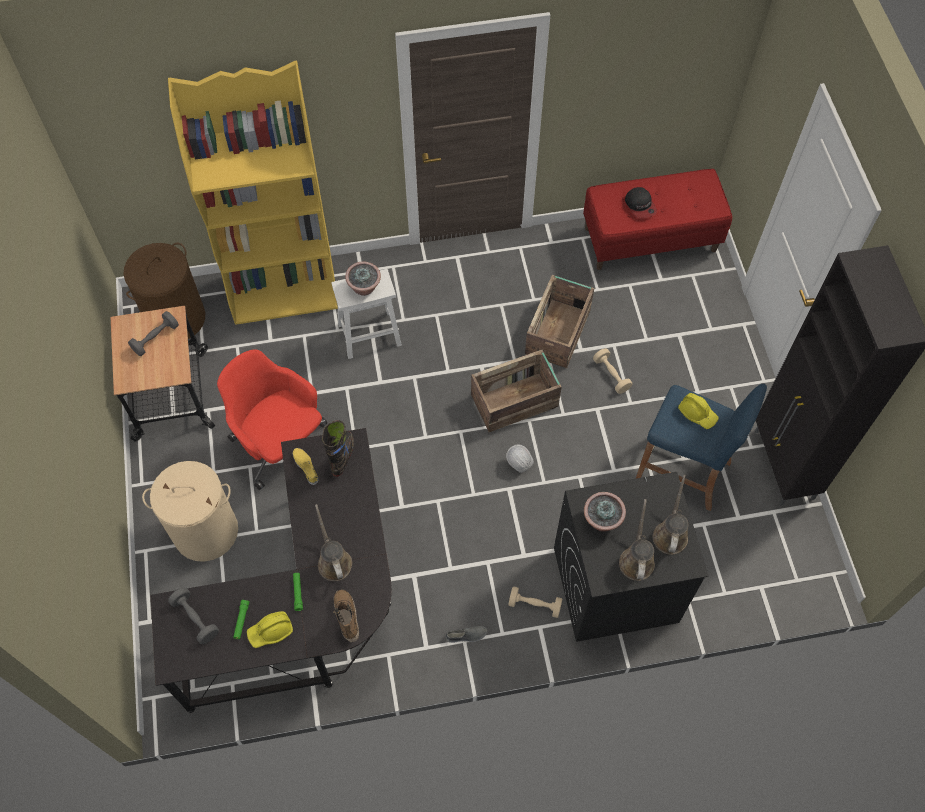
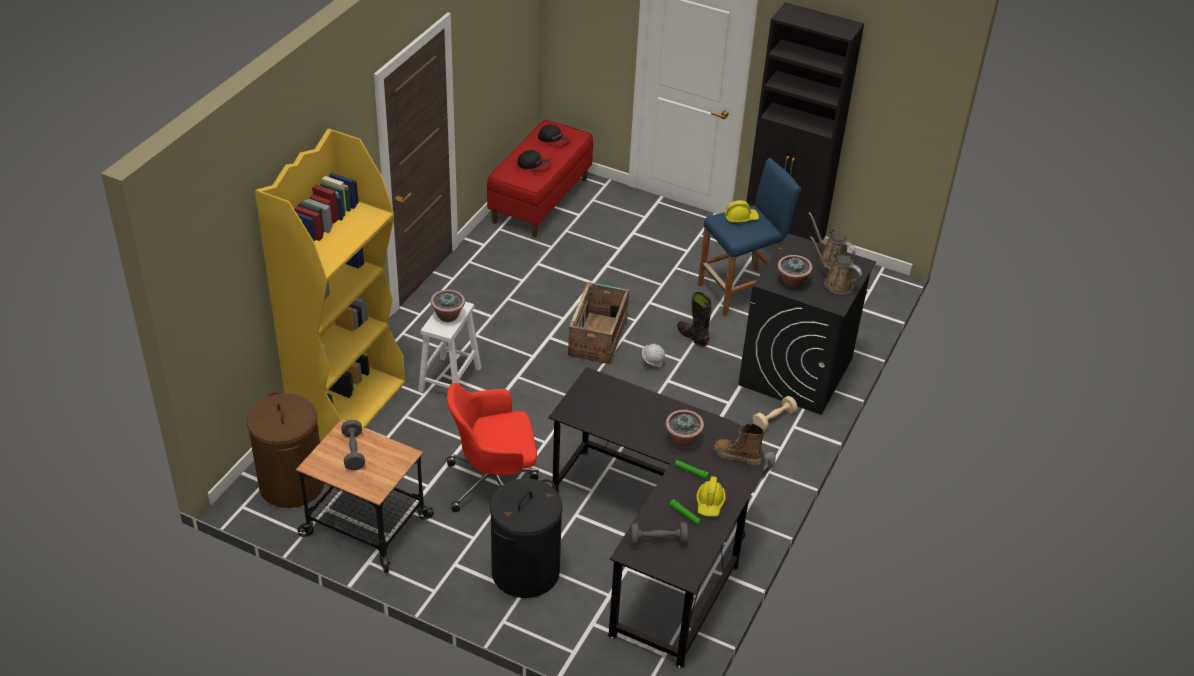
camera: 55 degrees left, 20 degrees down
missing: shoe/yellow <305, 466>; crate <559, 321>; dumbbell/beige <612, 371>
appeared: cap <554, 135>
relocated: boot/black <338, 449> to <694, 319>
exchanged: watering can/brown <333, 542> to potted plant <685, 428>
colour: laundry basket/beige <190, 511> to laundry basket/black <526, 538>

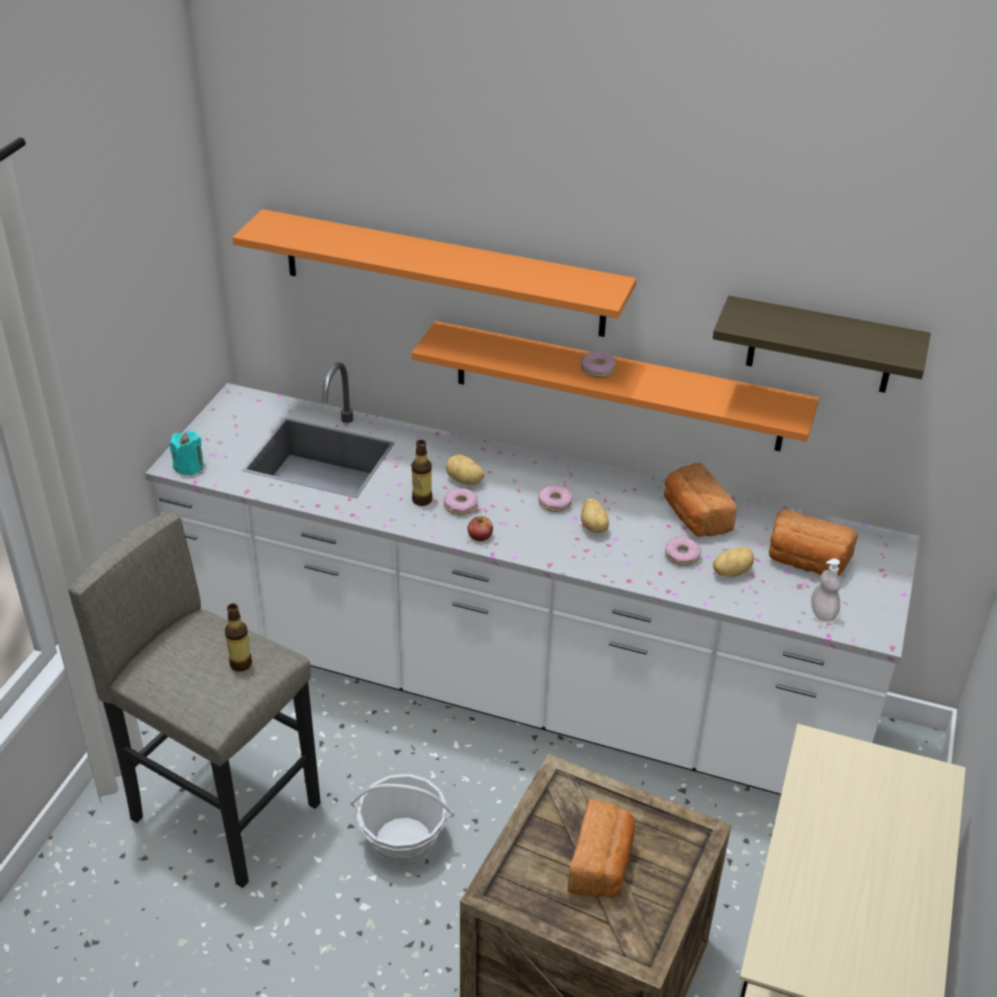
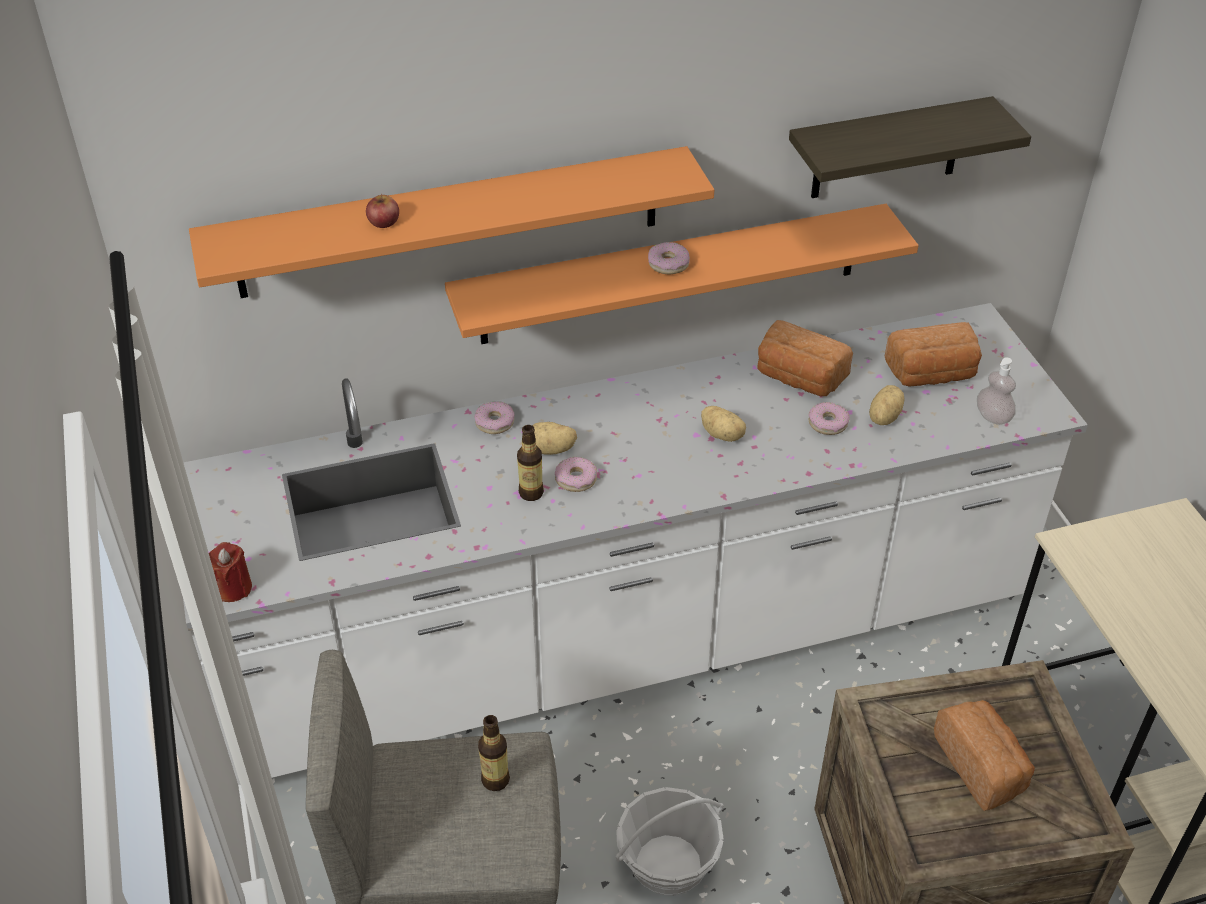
camera: 35 degrees left, 5 degrees up
relocated: apple <480, 528> to <382, 211>; donut <555, 498> to <494, 417>
colour: candle/turquoise <187, 453> to candle/red <230, 572>

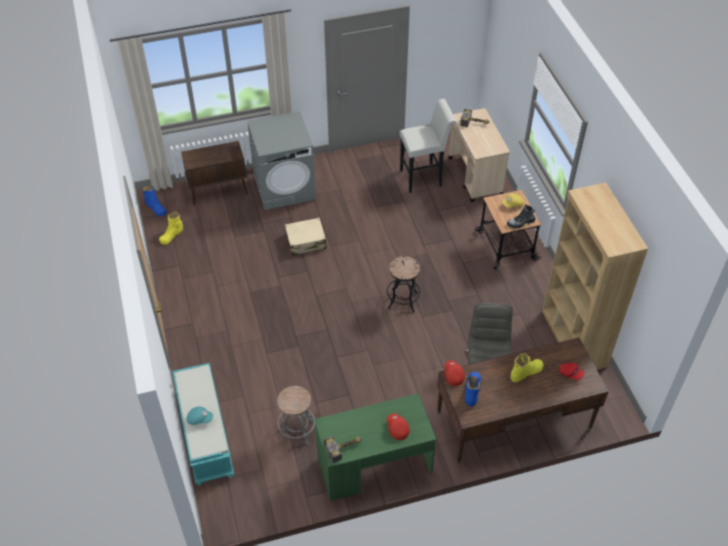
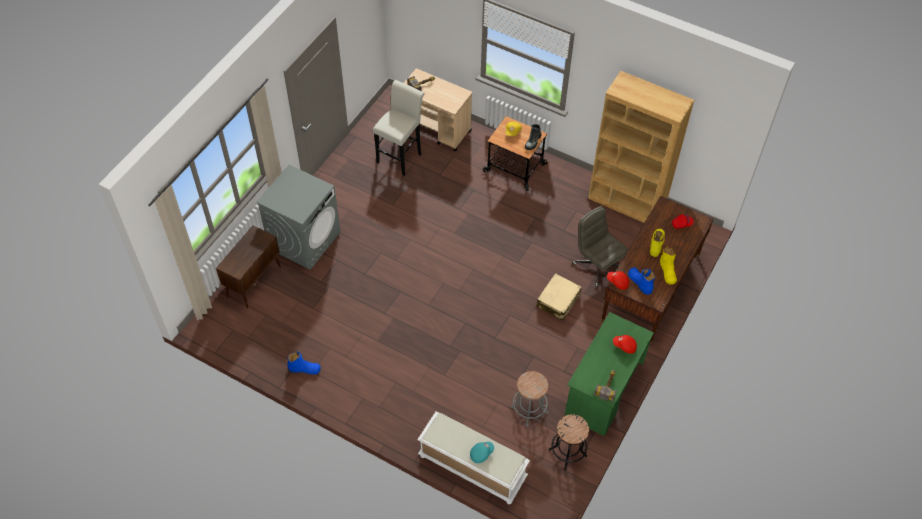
camera: 45 degrees left, 5 degrees up
relocated: boot/blue <154, 201> to <304, 362>; suitcase/beige <306, 236> to <559, 297>; stool/black <403, 284> to <569, 442>; boot/yellow <171, 228> to <668, 265>
colour: bench/turquoise <203, 424> to bench/white <473, 457>

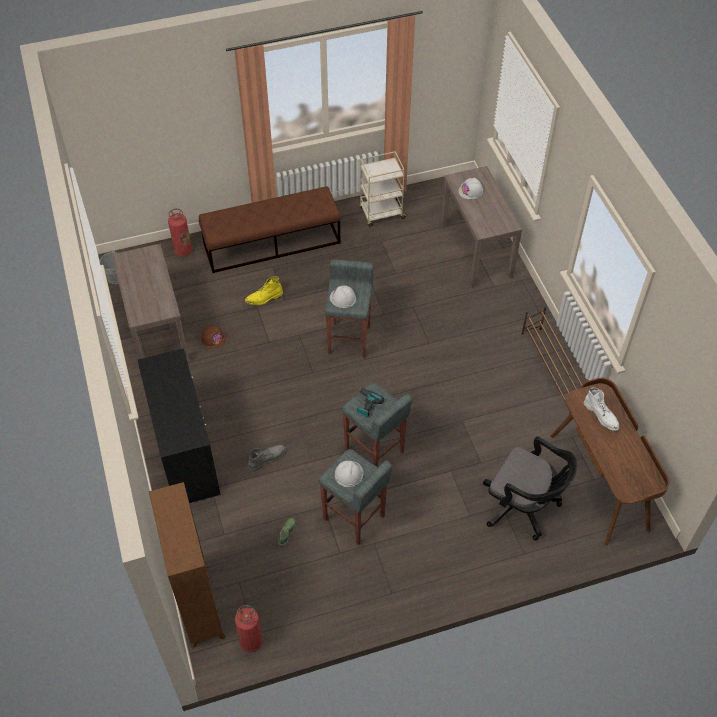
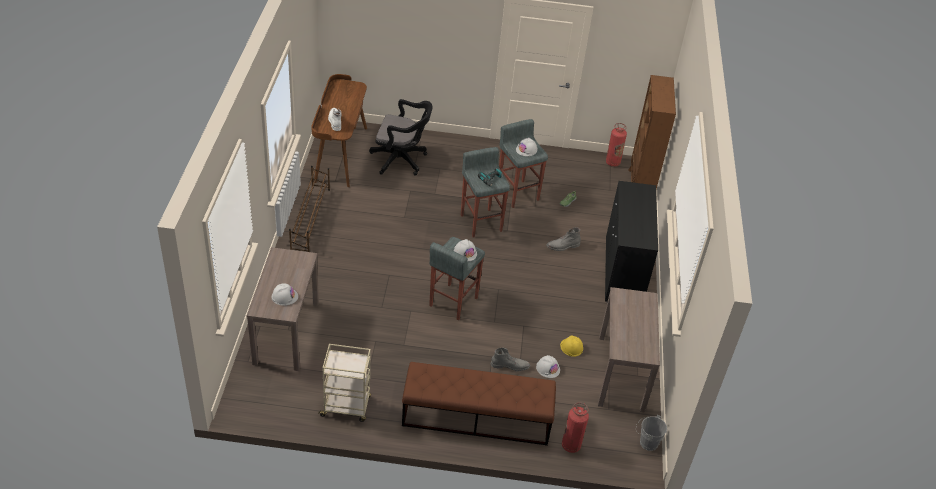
camera: 160 degrees left, 10 degrees down
appeared: hard hat/white <548, 366>
colour: boot/yellow <264, 290> to boot/grey <510, 359>; hard hat/brown <213, 336> to hard hat/yellow <571, 346>
spun: office chair/black <530, 488> = <401, 137> 135 degrees clockwise

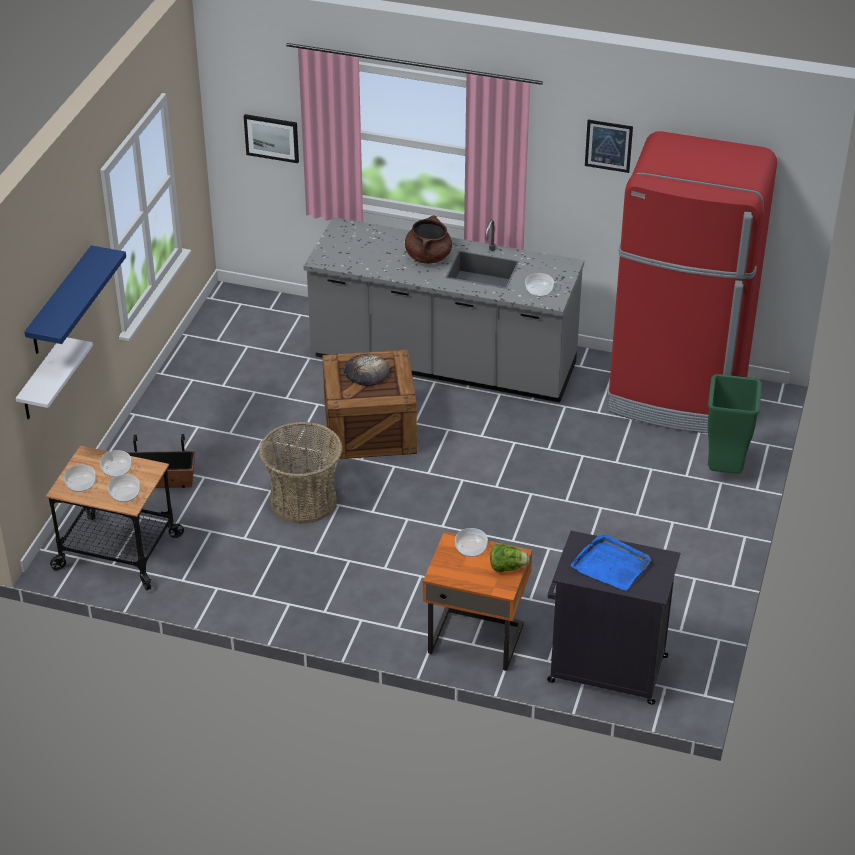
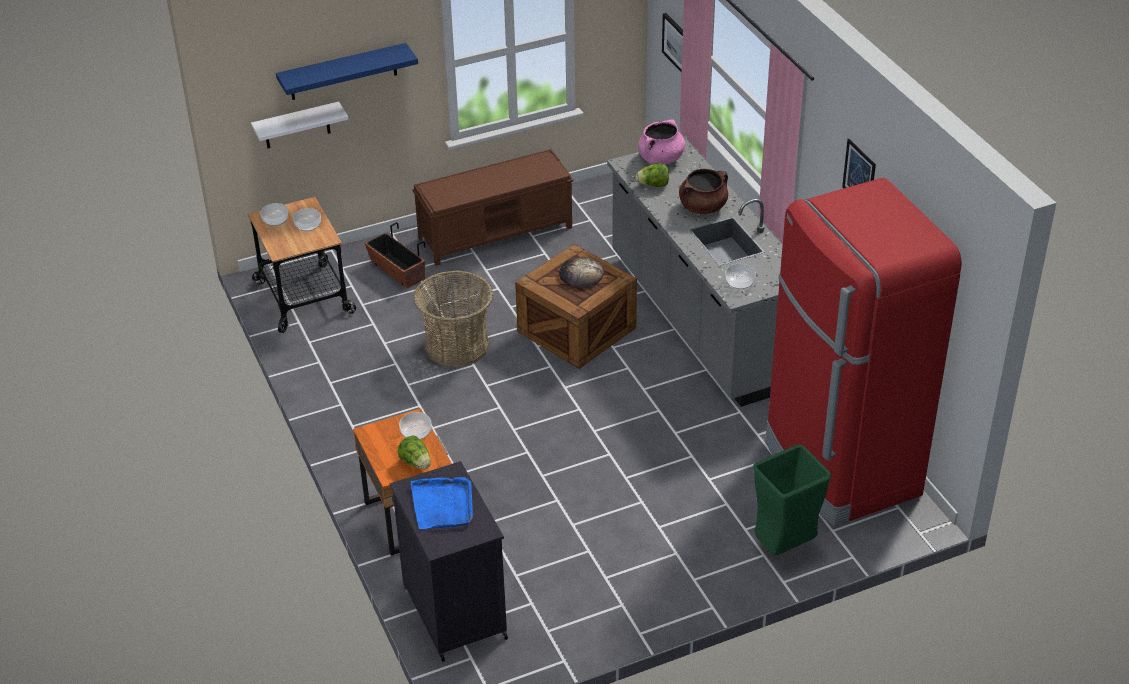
camera: 50 degrees right, 0 degrees up
missing: bowl <124, 488>
appeared: bench/brown <492, 207>; lettuce <652, 175>; cooking pot/pink <661, 142>

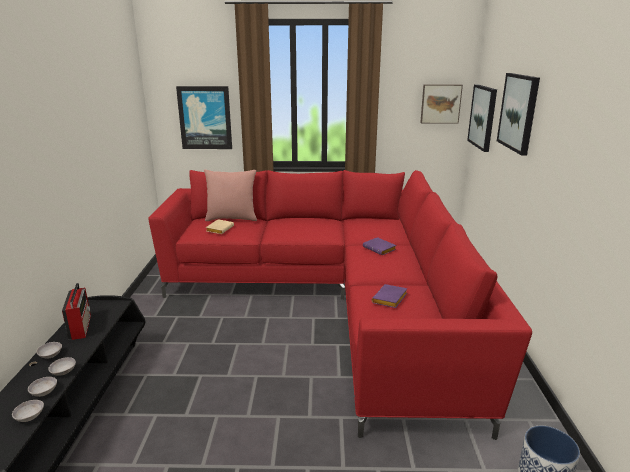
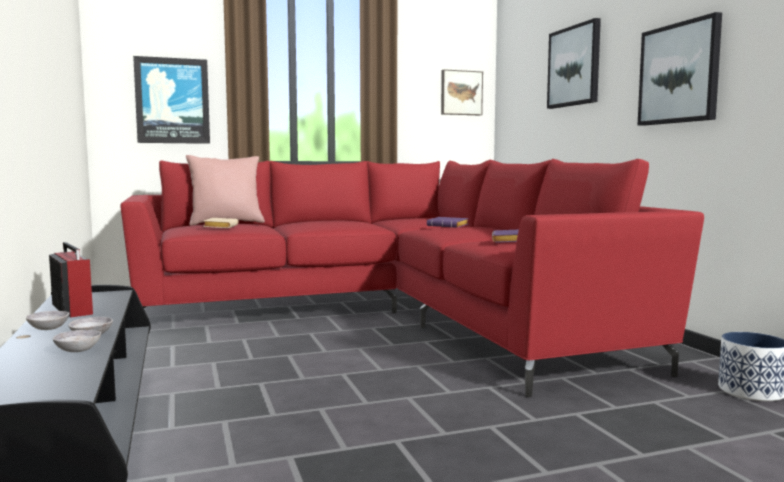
camera: 20 degrees left, 15 degrees down
missing: bowl/grey <28, 411>
relocated: picture <482, 118> to <680, 69>

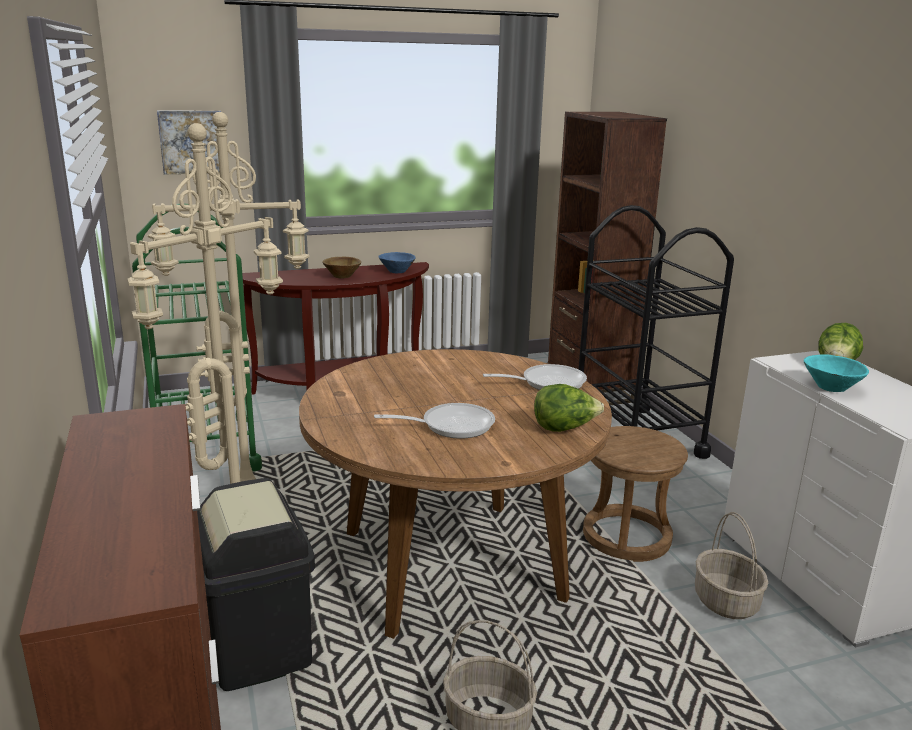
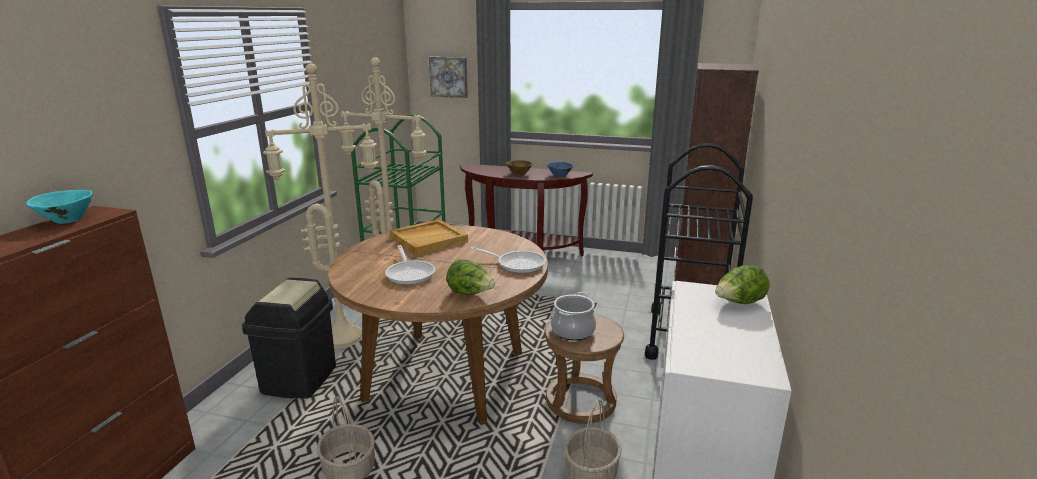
camera: 35 degrees right, 0 degrees up
appeared: tray/beige <428, 237>; cooking pot <573, 316>
relocated: bowl/turquoise <836, 373> to <59, 207>
spun: frying pan <434, 421> = <410, 265> 45 degrees clockwise

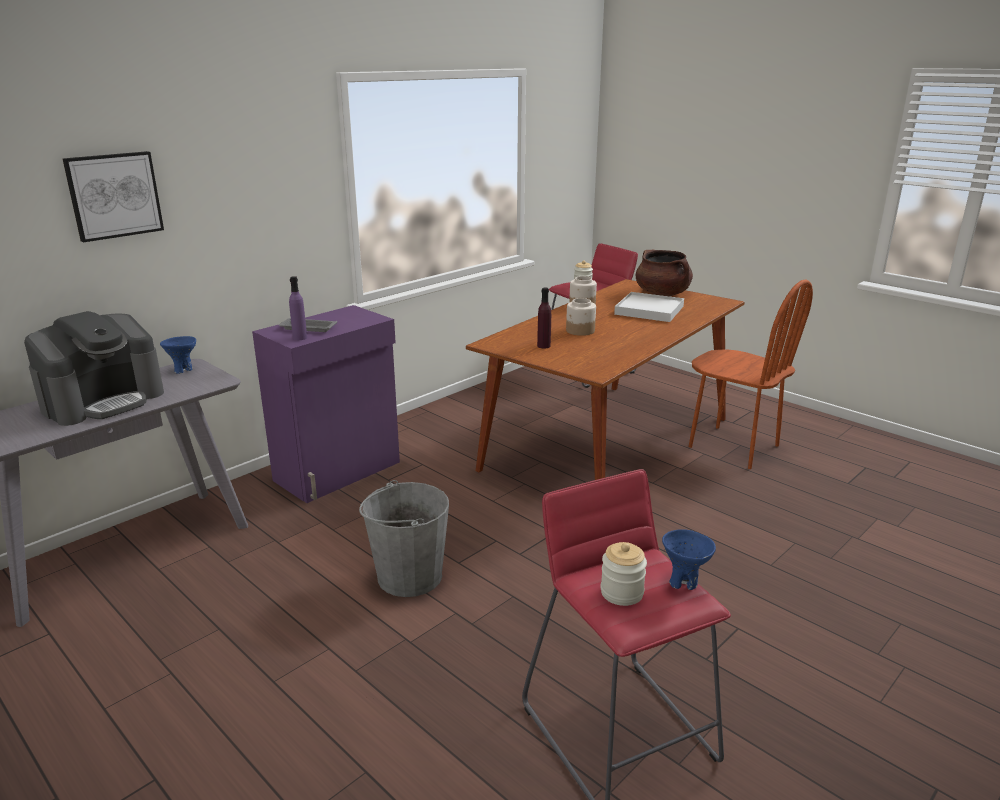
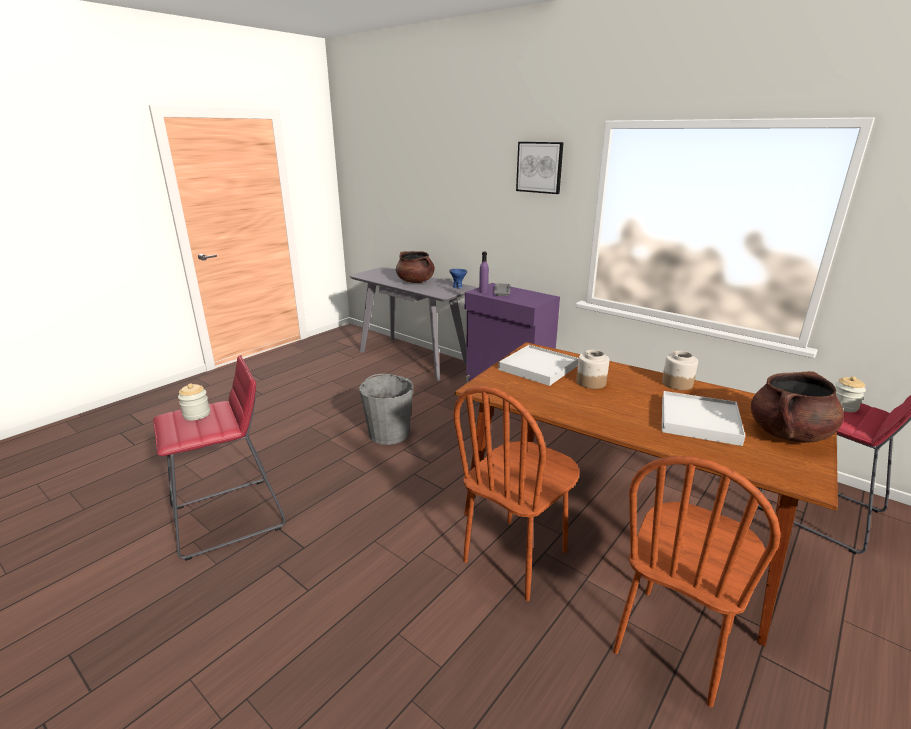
camera: 85 degrees right, 0 degrees up
missing: bowl/blue <689, 559>
appeared: chair/brown <516, 493>
relocated: picture <113, 196> to <540, 168>
exchanged: coffee machine <94, 368> to cooking pot/brown <415, 267>; bottle/purple <544, 317> to tray/white <538, 365>

